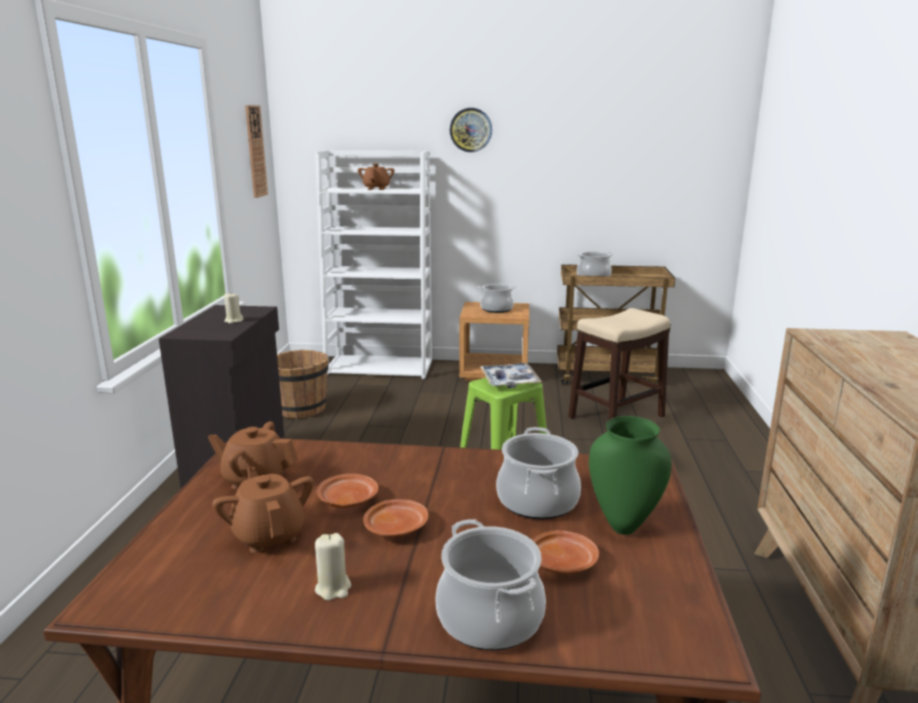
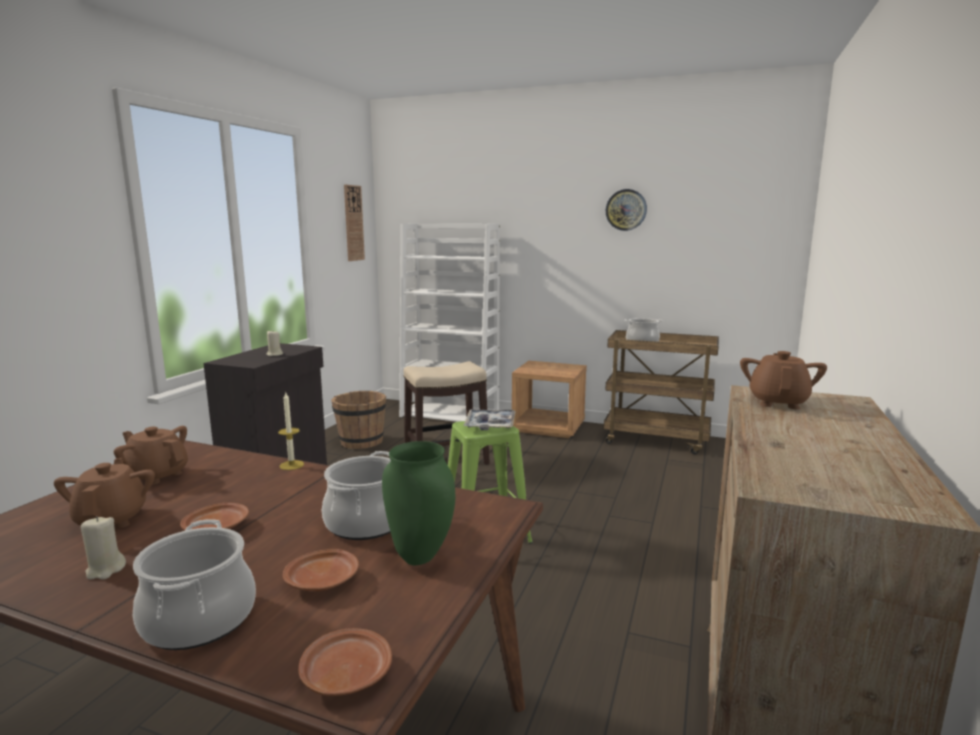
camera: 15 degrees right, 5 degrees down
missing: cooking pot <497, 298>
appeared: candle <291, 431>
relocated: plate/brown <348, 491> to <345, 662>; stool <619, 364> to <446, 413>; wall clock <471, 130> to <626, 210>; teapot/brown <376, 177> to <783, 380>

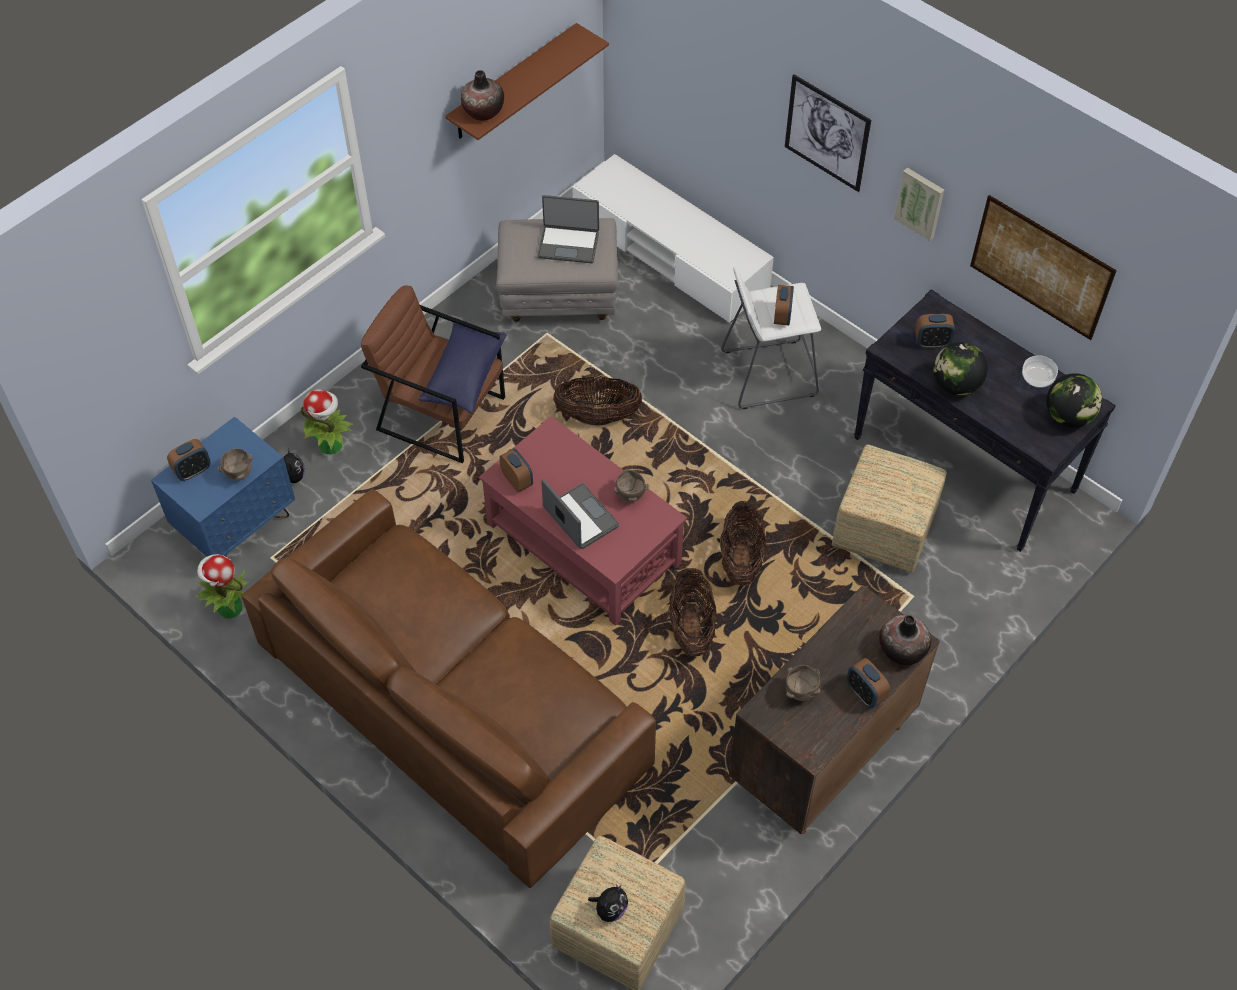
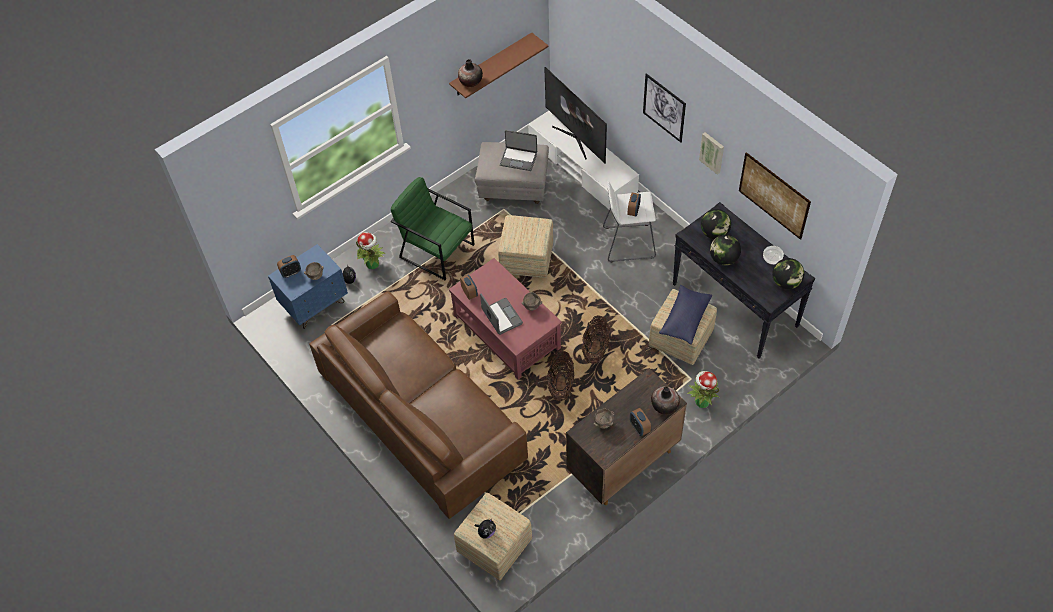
camera: 10 degrees right, 0 degrees up
appeared: television <575, 115>
relocated: pillow/blue <462, 368> to <685, 315>; potted plant <222, 586> to <703, 389>
exchanged: basket <597, 399> to ottoman <525, 246>; alarm clock <935, 331> to globe <716, 224>
colour: armchair/brown <433, 374> to armchair/green <433, 228>

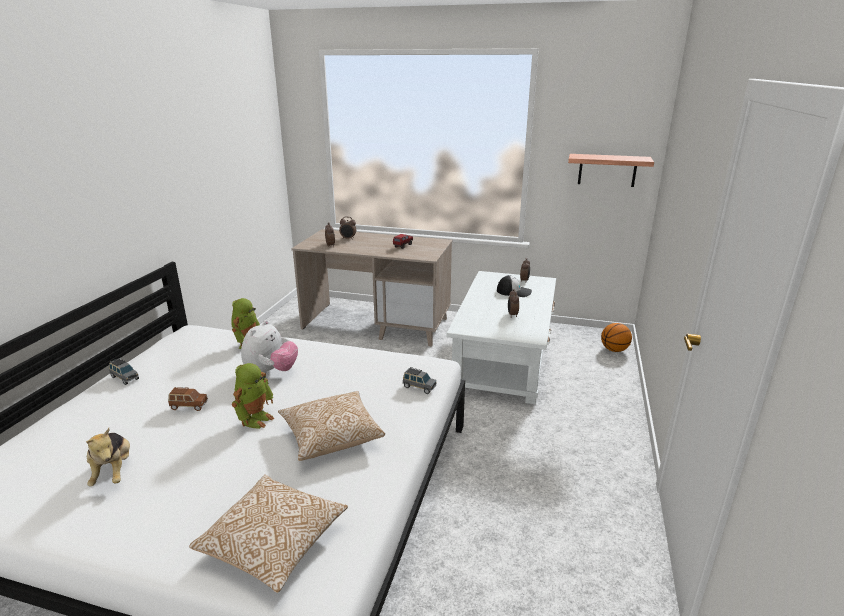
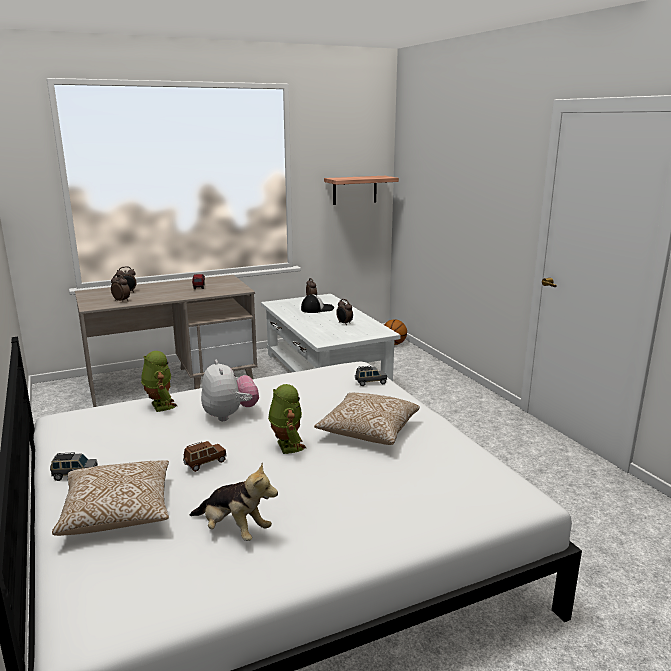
camera: 40 degrees left, 5 degrees down
relocated: pillow <268, 533> to <110, 498>

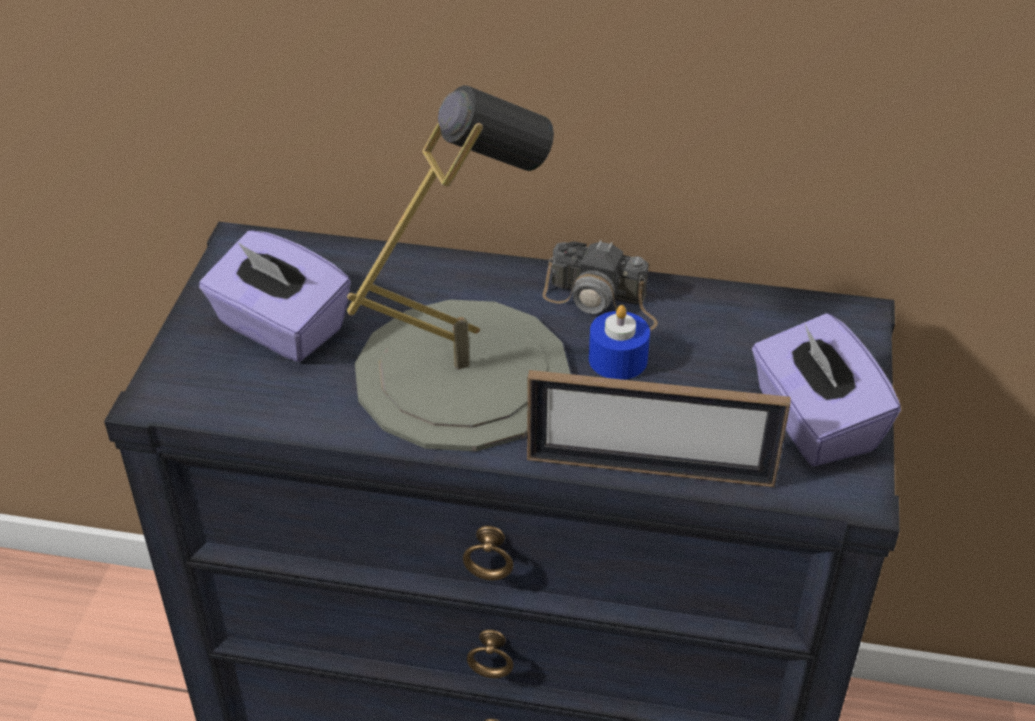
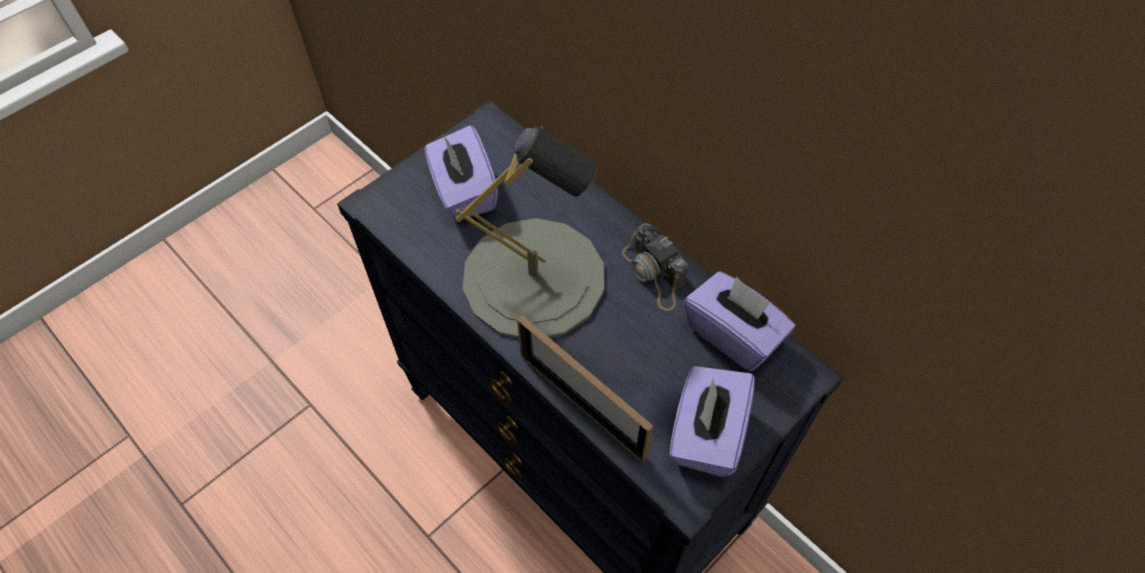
camera: 35 degrees right, 15 degrees up
missing: candle/blue <619, 342>
appeared: tissue box/purple <739, 321>

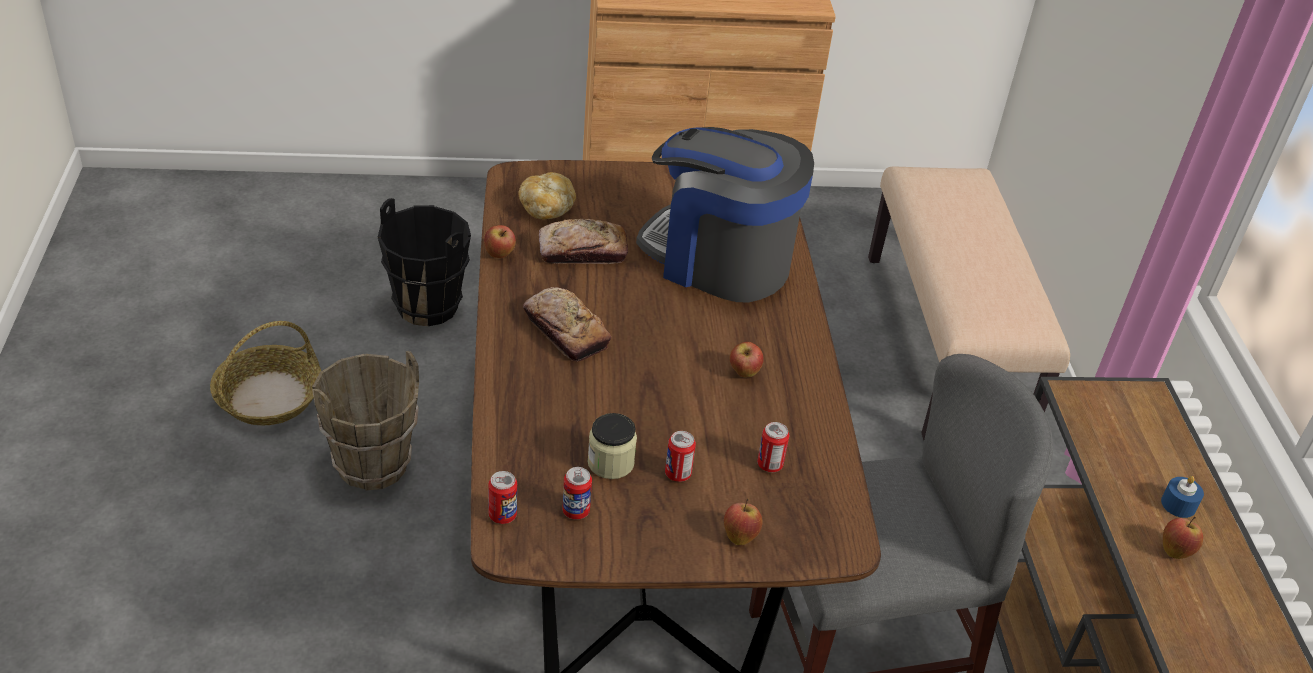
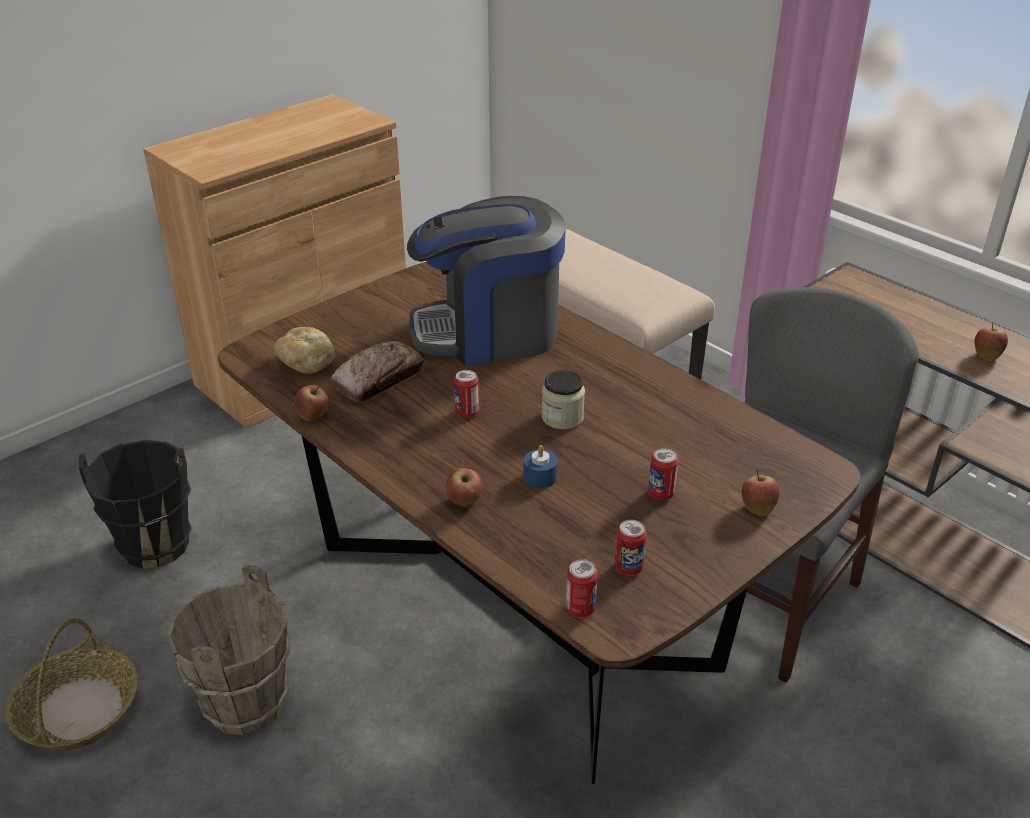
camera: 35 degrees left, 5 degrees down
missing: bread <567, 324>
relocated: apple <747, 359> to <464, 487>; can <773, 447> to <466, 393>; candle/blue <1182, 497> to <540, 466>; jar <612, 446> to <563, 399>

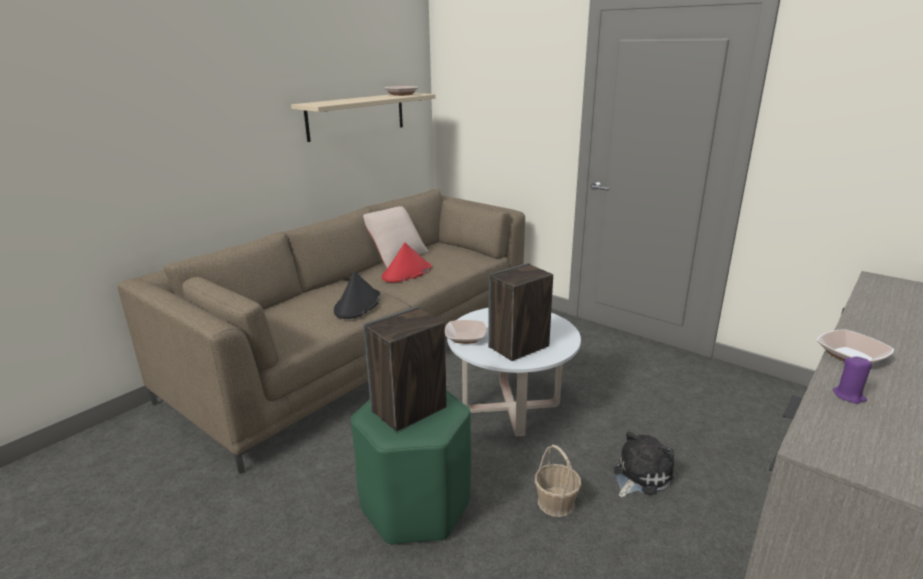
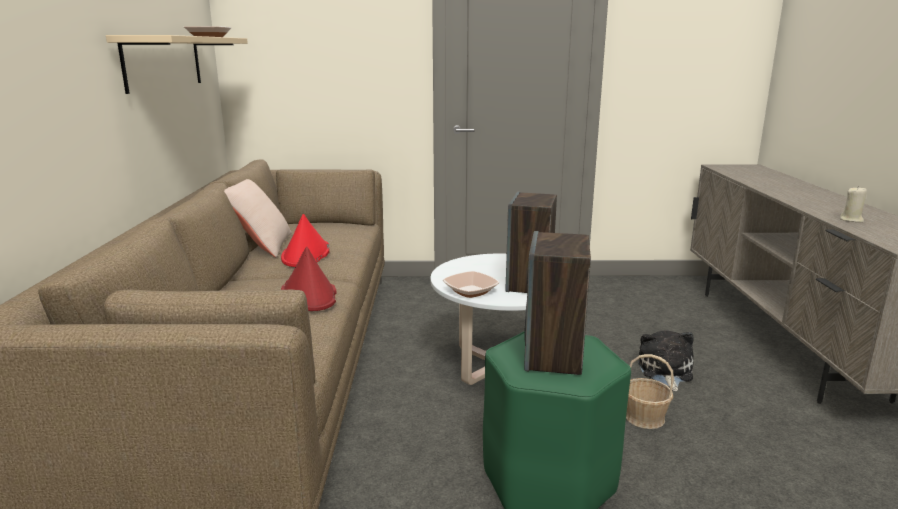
camera: 40 degrees left, 5 degrees down
missing: bowl <855, 346>
colour: hat/black <357, 295> to hat/red <309, 279>; candle/purple <852, 380> to candle/beige <853, 204>

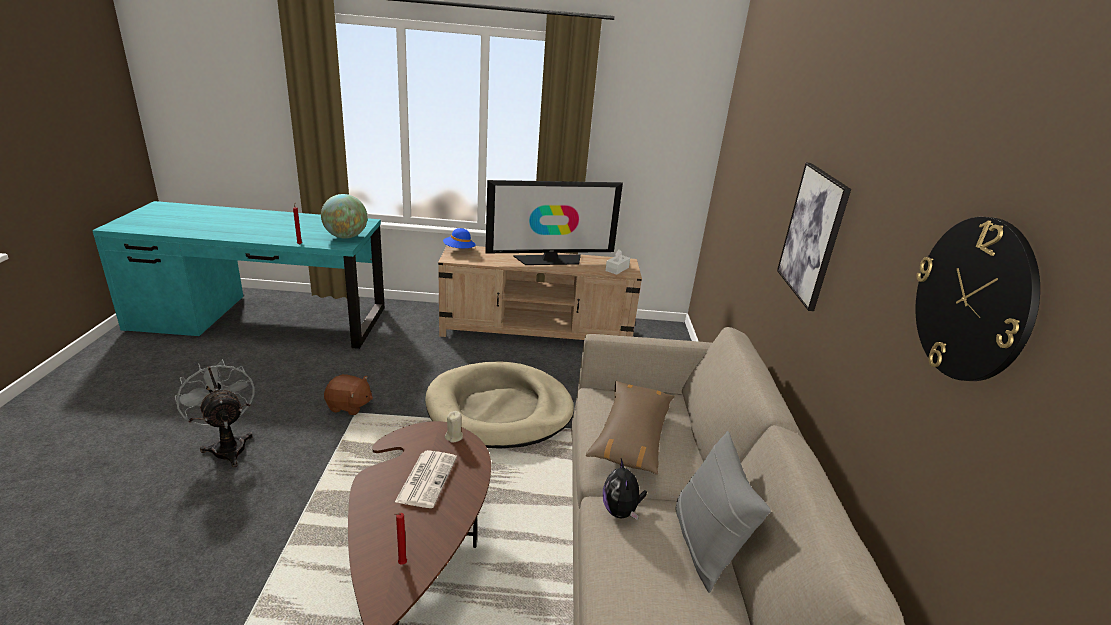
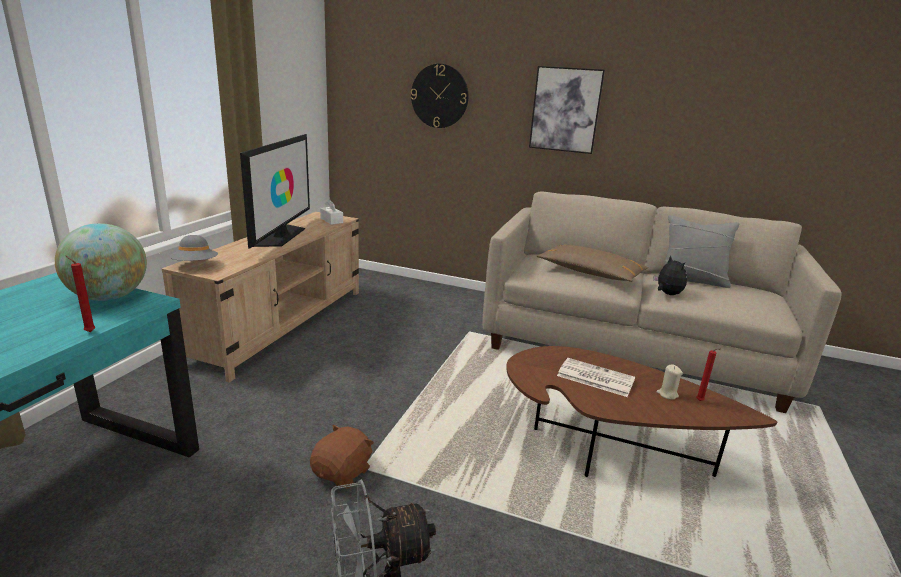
camera: 70 degrees left, 5 degrees down
missing: dog bed/beige <499, 405>
relocated: wall clock <978, 299> to <439, 96>; candle/beige <454, 427> to <669, 382>
colour: hat/blue <459, 238> to hat/grey <193, 248>
spun: plush toy <625, 489> = <670, 275> 120 degrees counterclockwise

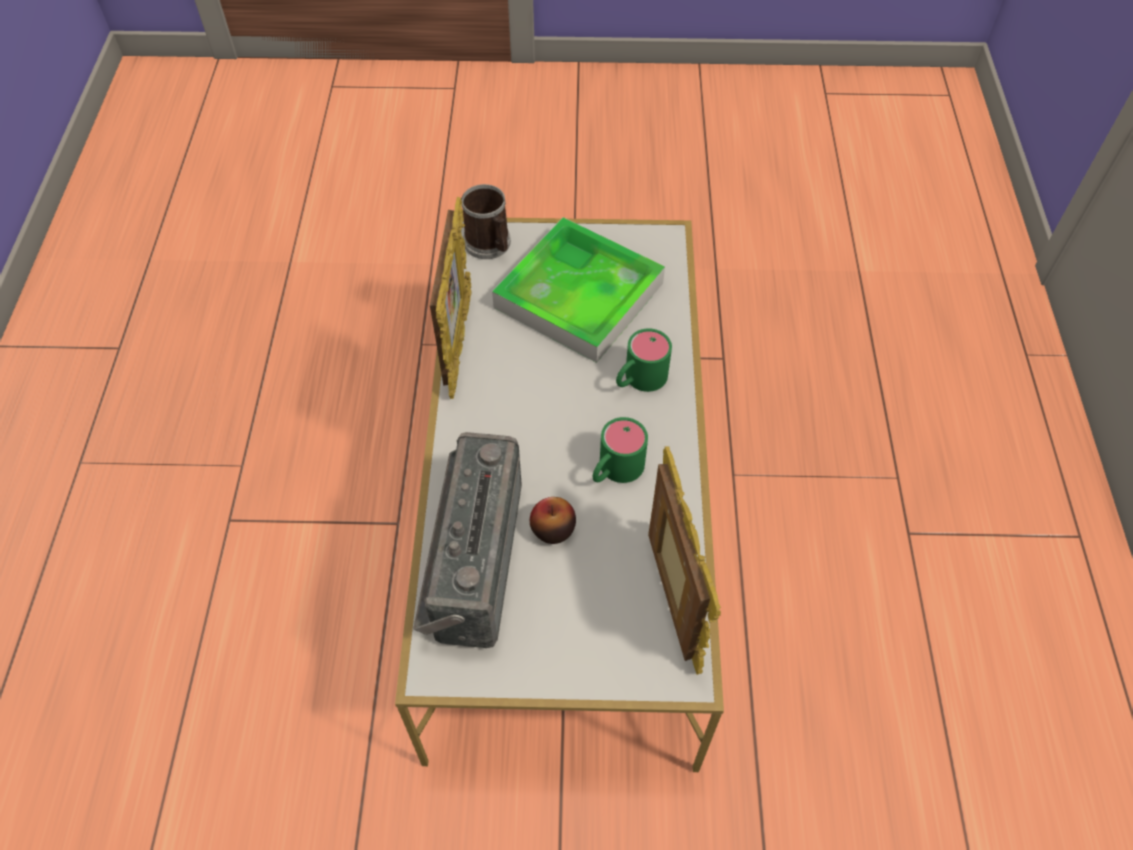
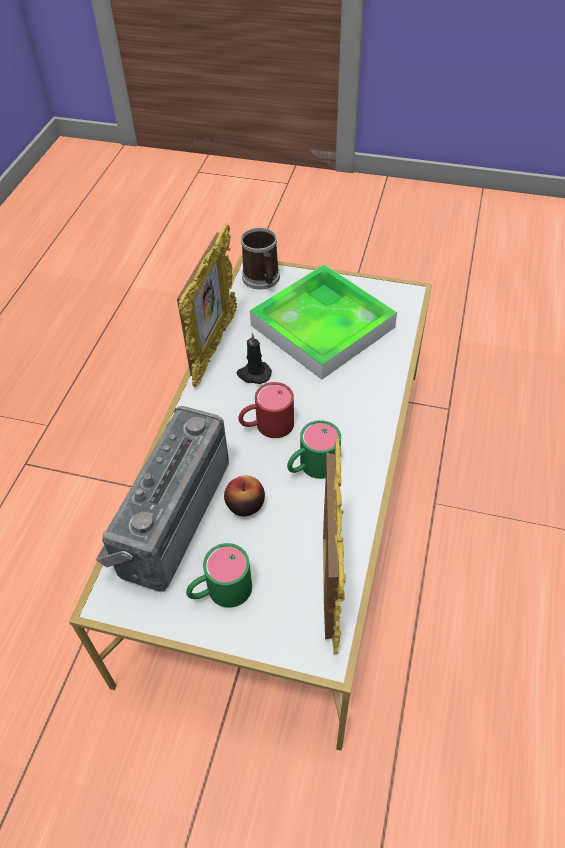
camera: 15 degrees right, 5 degrees down
appeared: candle/black <254, 358>; mug/red <266, 410>
relocated: mug/green <644, 360> to <219, 575>

